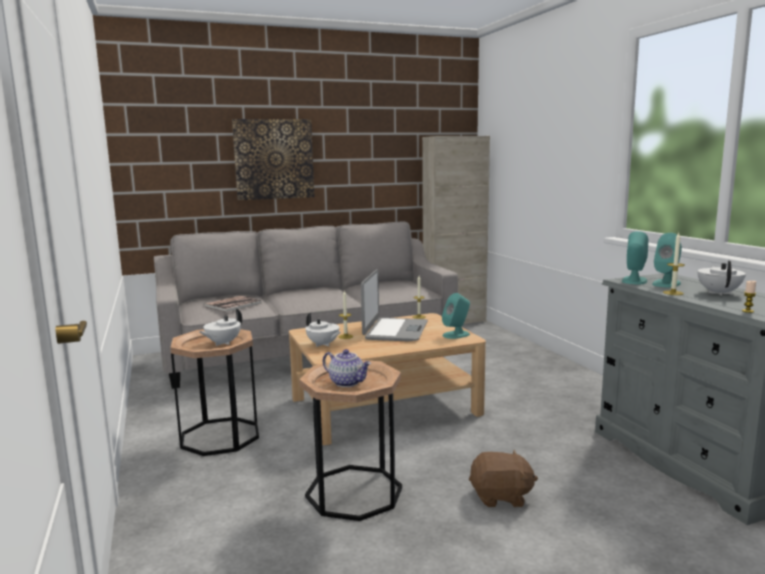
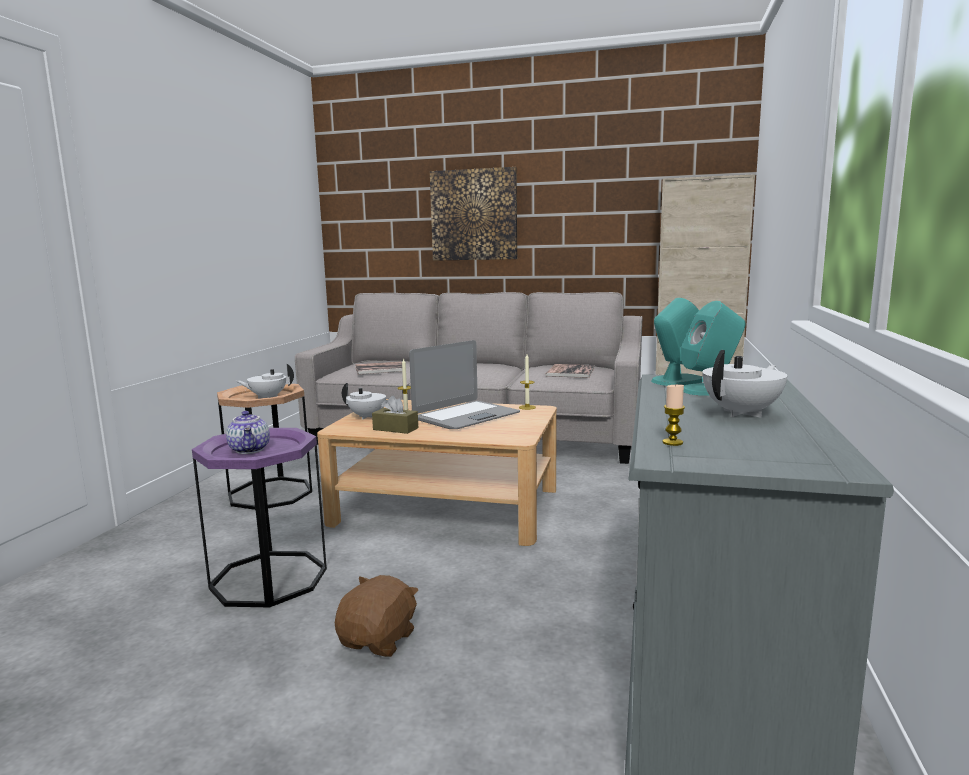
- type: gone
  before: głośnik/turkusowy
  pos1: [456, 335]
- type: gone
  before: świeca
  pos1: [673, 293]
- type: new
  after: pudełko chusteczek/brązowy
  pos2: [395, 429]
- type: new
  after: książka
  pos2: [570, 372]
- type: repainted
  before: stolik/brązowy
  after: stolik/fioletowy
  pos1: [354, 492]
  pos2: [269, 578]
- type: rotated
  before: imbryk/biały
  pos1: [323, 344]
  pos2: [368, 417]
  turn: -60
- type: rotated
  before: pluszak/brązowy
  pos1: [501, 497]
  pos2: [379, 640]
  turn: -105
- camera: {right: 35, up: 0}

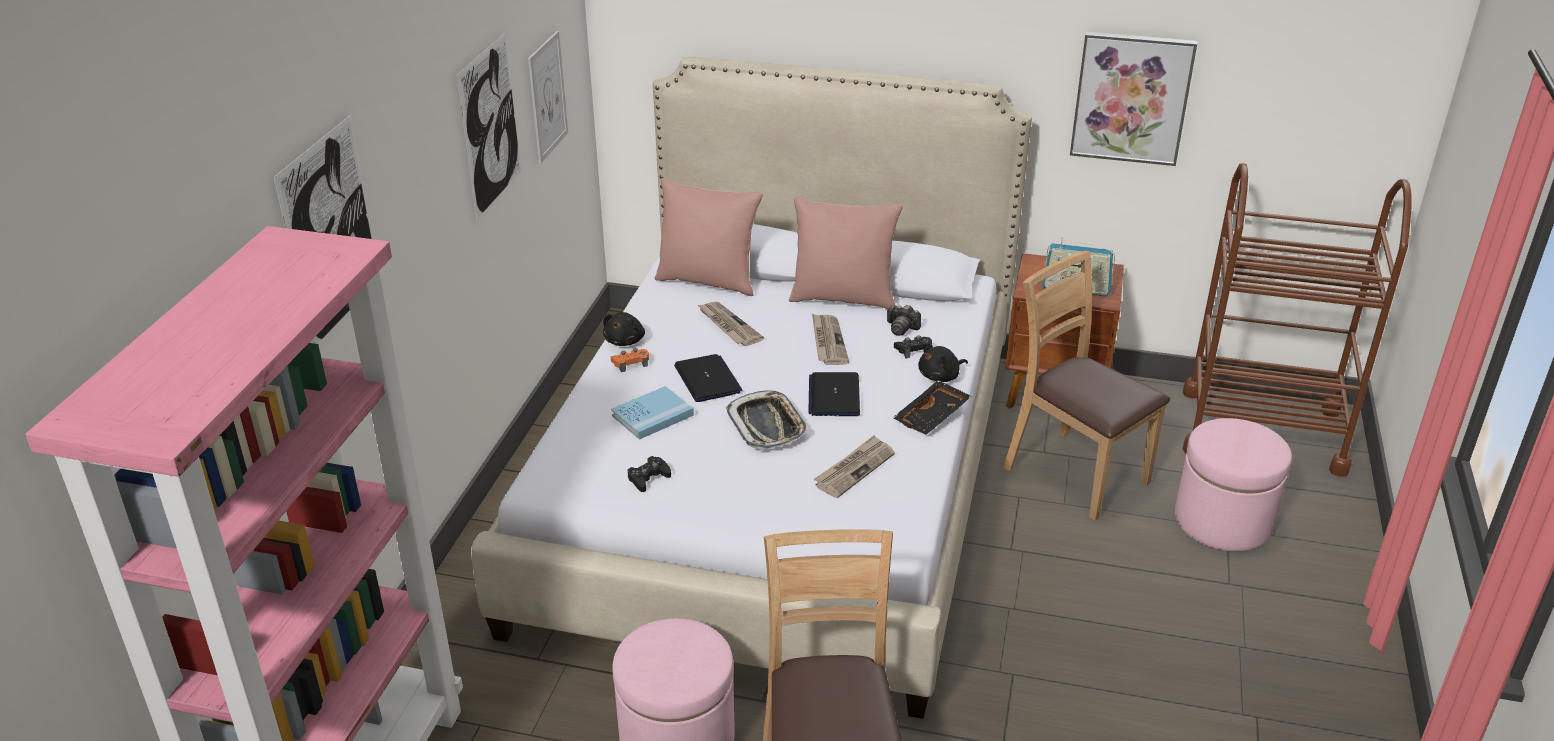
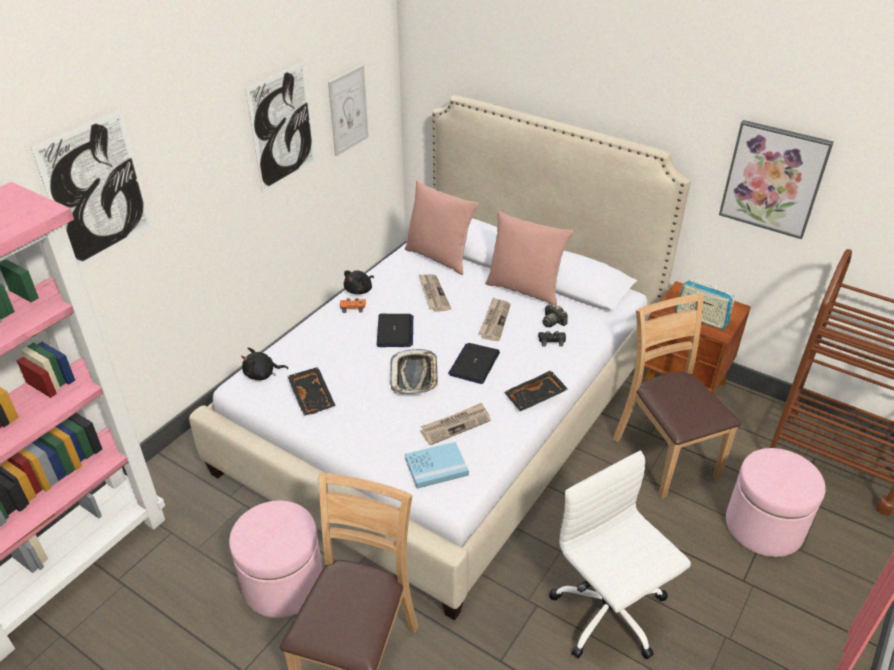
- type: new
  after: krzesło biurowe/biały
  pos2: [610, 615]
- type: shifted
  before: książka/niebieski
  pos1: [652, 415]
  pos2: [436, 467]
- type: shifted
  before: pluszak/czarny
  pos1: [941, 376]
  pos2: [262, 374]
- type: swapped
  before: pad do gier/czarny
  after: taca/czarny
  pos1: [648, 478]
  pos2: [313, 396]
- camera: {right: 20, up: 5}

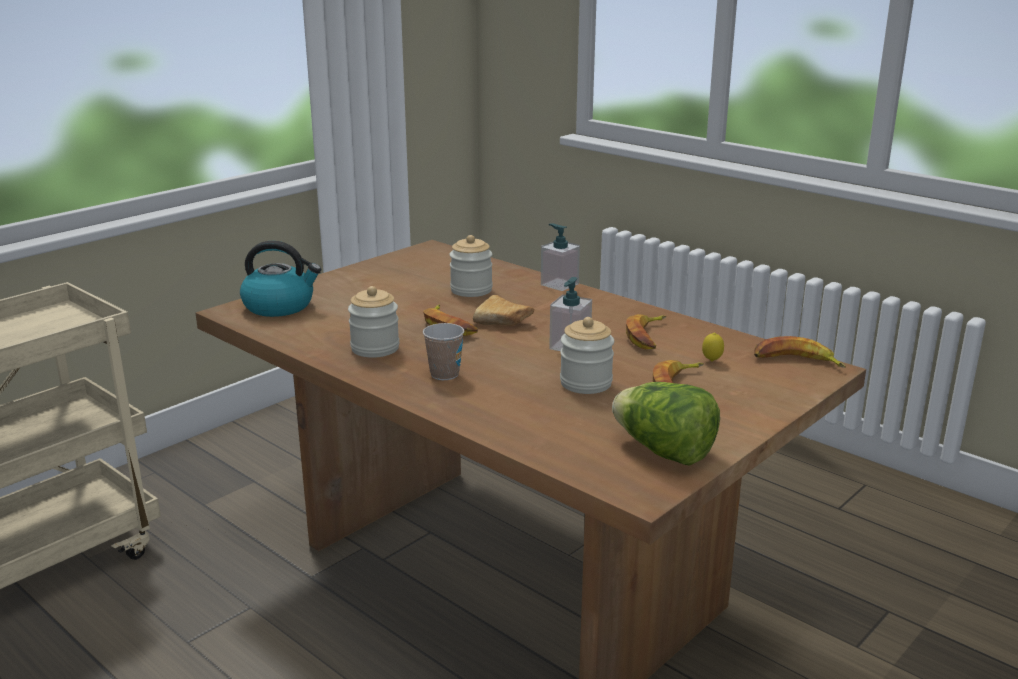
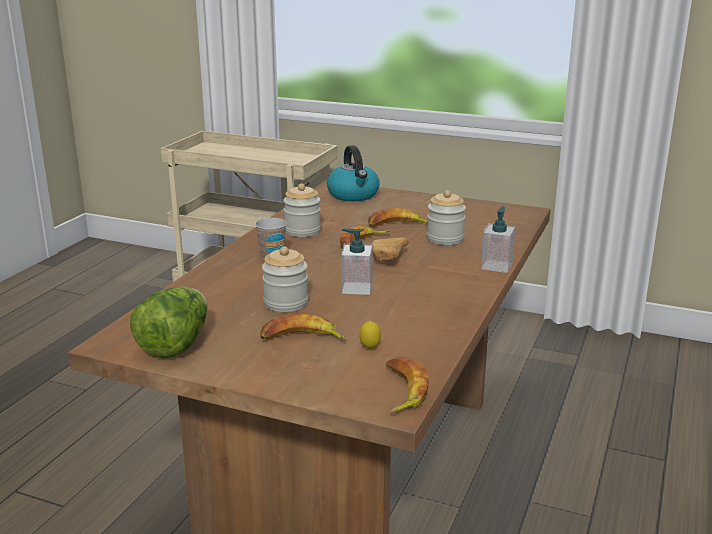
- type: shifted
  before: banan
  pos1: [647, 337]
  pos2: [397, 225]
- camera: {right: 70, up: 0}

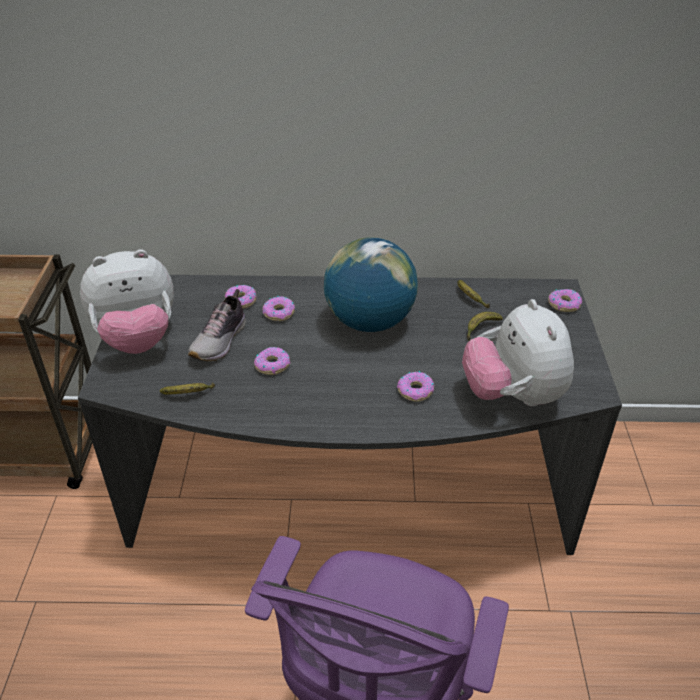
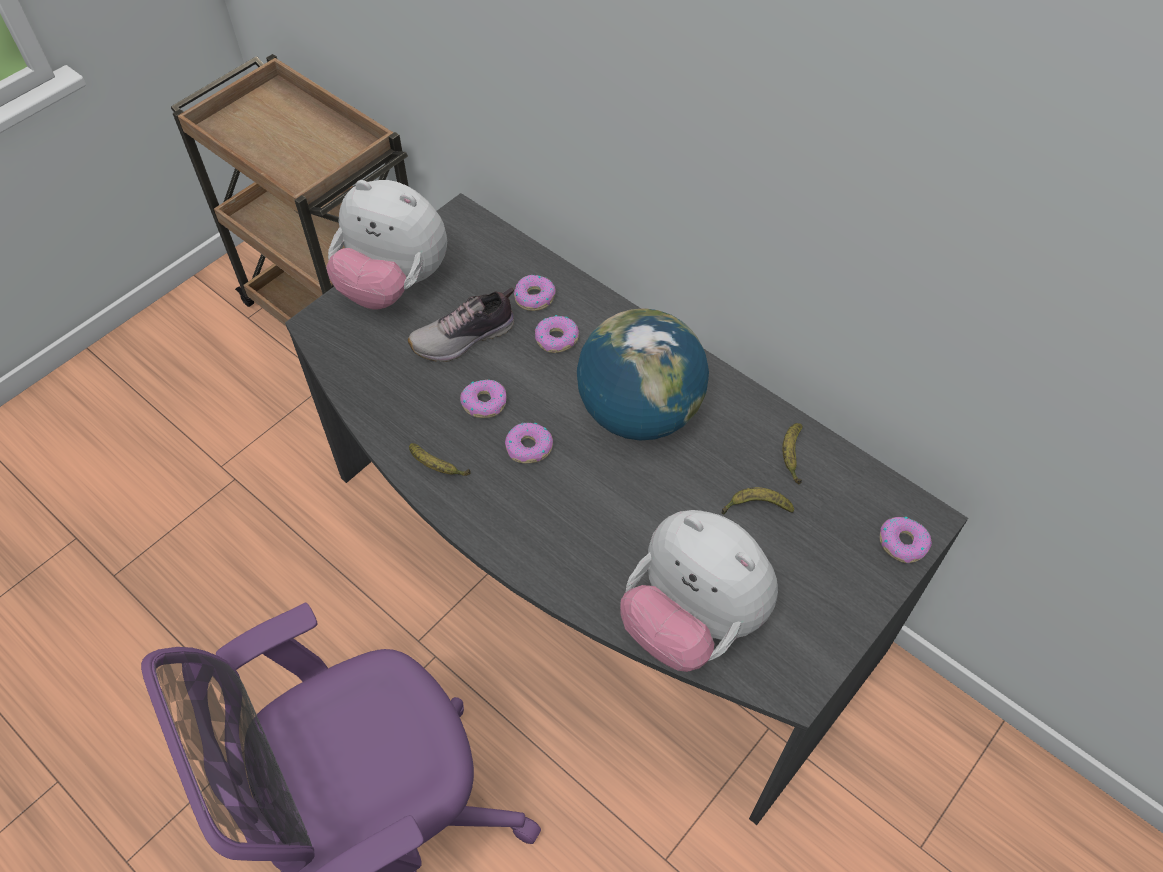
- type: shifted
  before: banan
  pos1: [188, 394]
  pos2: [437, 467]
- type: shifted
  before: donut
  pos1: [416, 391]
  pos2: [529, 447]
- type: rotated
  before: pluszak
  pos1: [512, 395]
  pos2: [691, 620]
  turn: -75
- camera: {right: 40, up: 15}

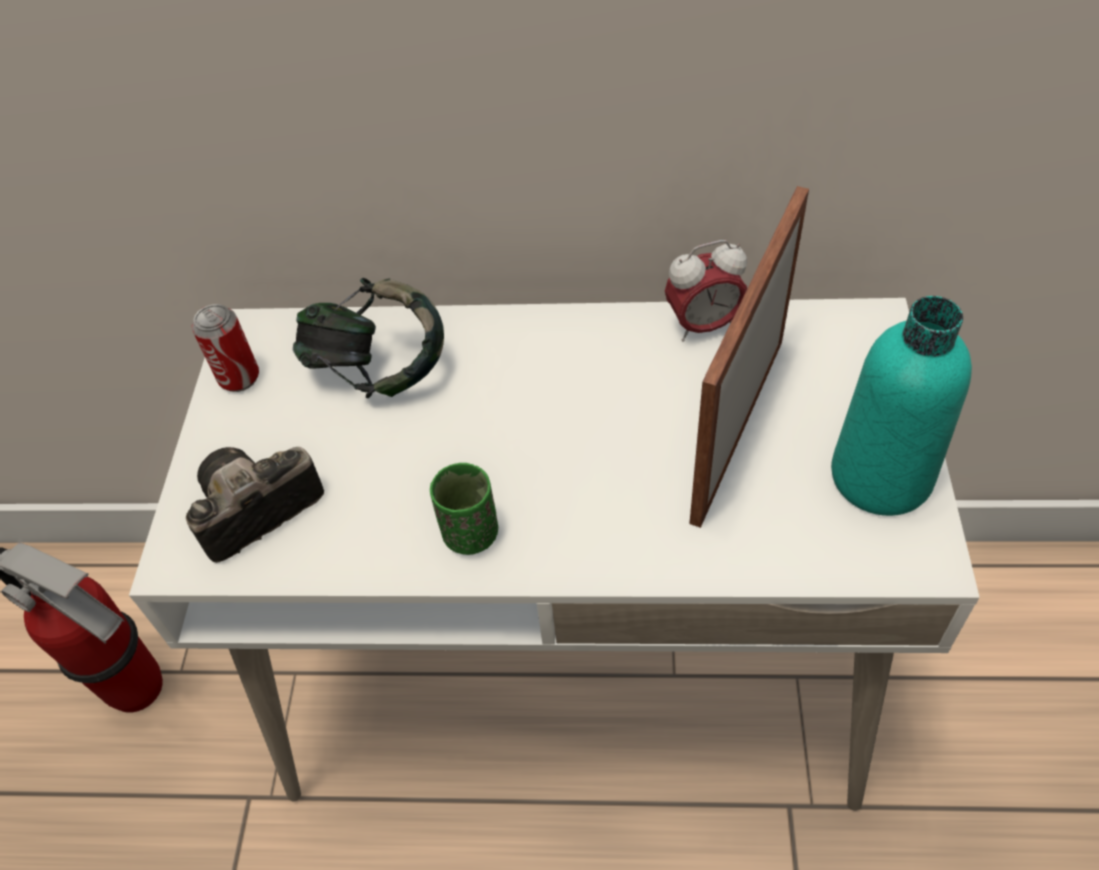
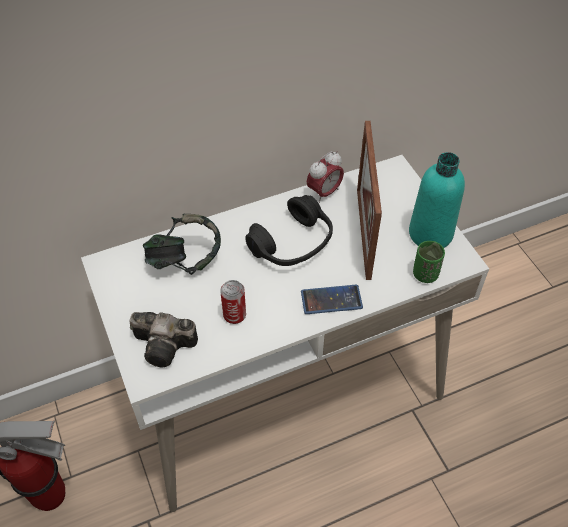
- type: new
  after: słuchawki/czarny
  pos2: [292, 243]
- type: new
  after: telefon
  pos2: [331, 300]
- type: shifted
  before: puszka
  pos1: [239, 378]
  pos2: [234, 315]
- type: shifted
  before: filiżanka/zielony
  pos1: [470, 533]
  pos2: [425, 274]
- type: rotated
  before: aparat fotograficzny
  pos1: [251, 513]
  pos2: [167, 346]
  turn: -105
- camera: {right: -30, up: 0}

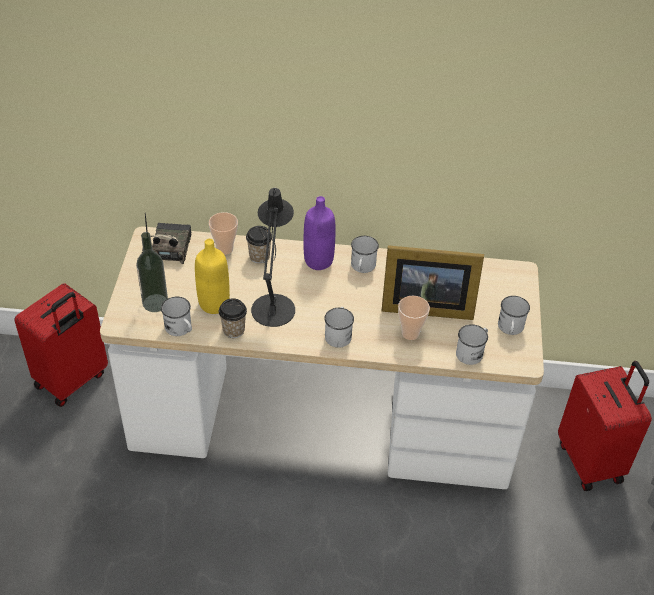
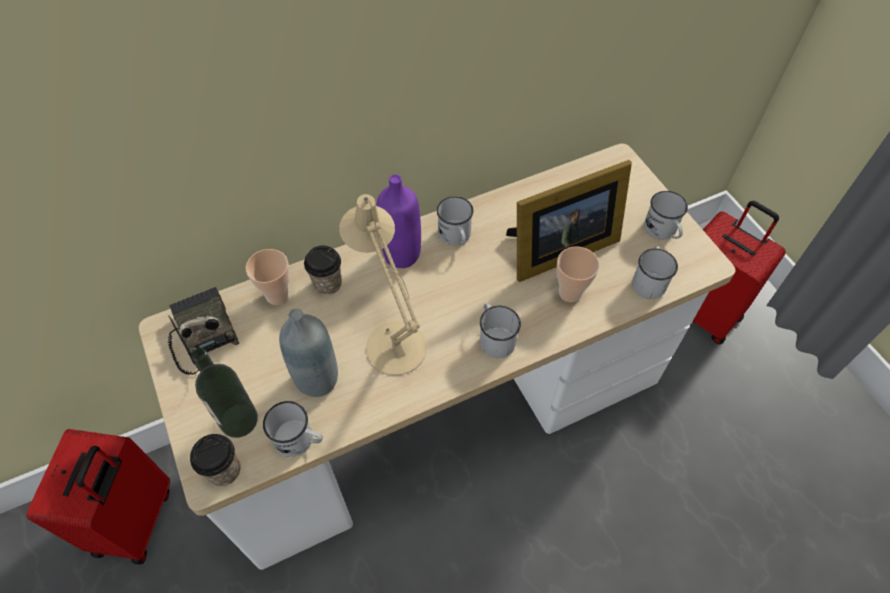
- type: shifted
  before: filiżanka
  pos1: [233, 330]
  pos2: [224, 470]
- type: repainted
  before: butelka/żółty
  after: butelka/szary
  pos1: [214, 304]
  pos2: [317, 379]
- type: repainted
  before: lampa stołowa/czarny
  after: lampa stołowa/beżowy
  pos1: [274, 305]
  pos2: [392, 340]
- camera: {right: -30, up: 10}

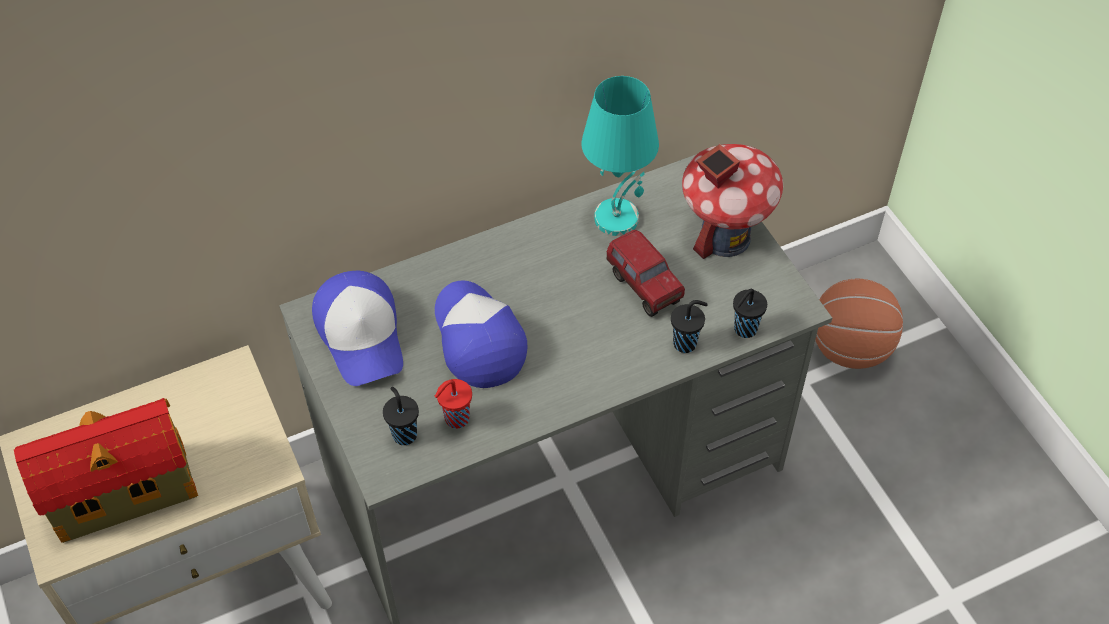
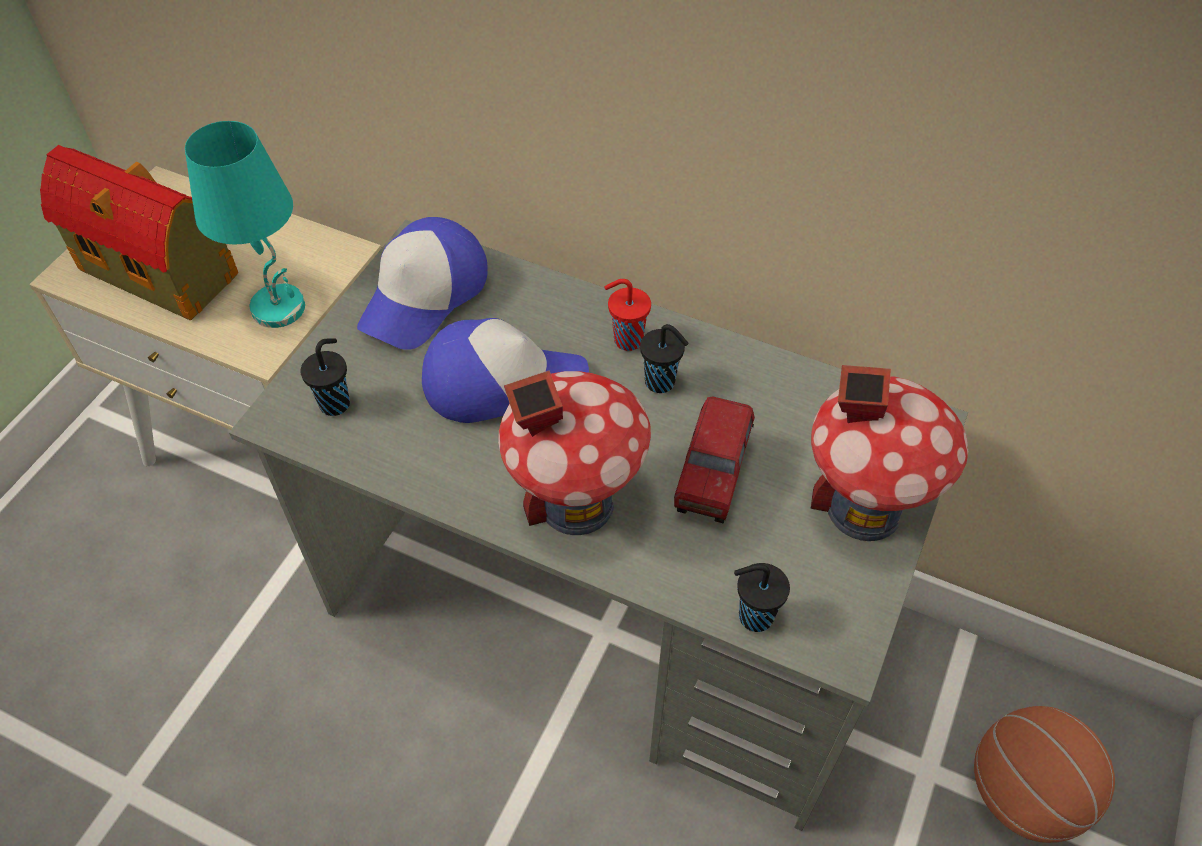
- type: new
  after: domek
  pos2: [576, 502]
- type: shifted
  before: filiżanka/czerwony
  pos1: [455, 419]
  pos2: [626, 340]
- type: shifted
  before: lampa stołowa/turkusowy
  pos1: [617, 218]
  pos2: [280, 308]
- type: shifted
  before: filiżanka/czarny
  pos1: [686, 343]
  pos2: [661, 383]
- type: rotated
  before: czapka z daszkiem
  pos1: [477, 339]
  pos2: [503, 383]
  turn: 60
- camera: {right: 50, up: 0}

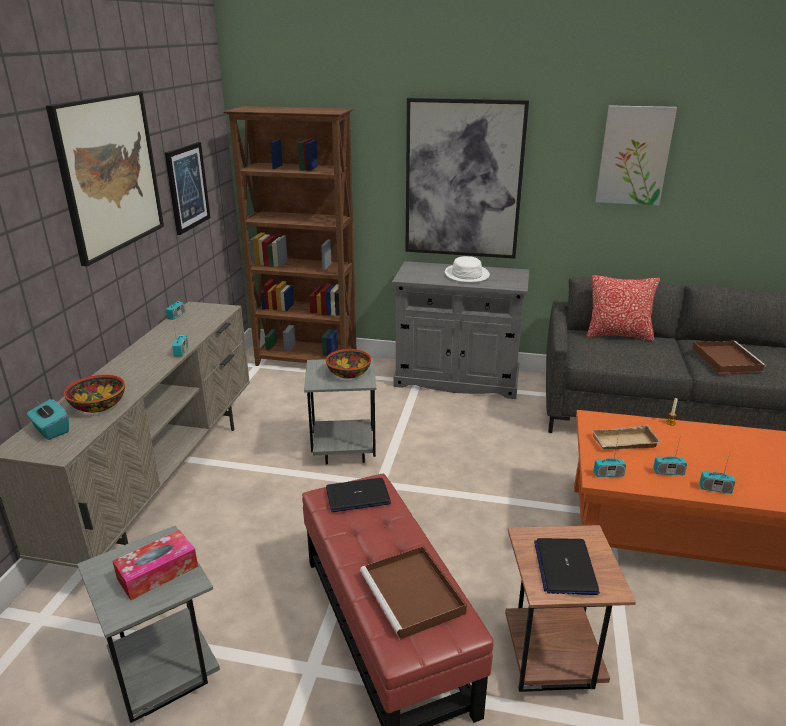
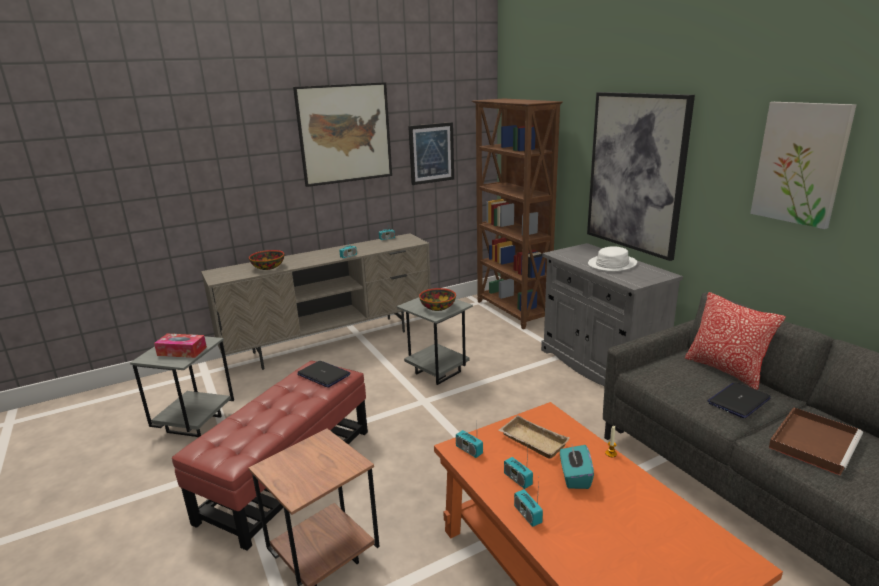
- type: gone
  before: taca/brązowy
  pos1: [414, 595]
- type: shifted
  before: pudełko chusteczek/turkusowy
  pos1: [51, 430]
  pos2: [574, 477]
- type: shifted
  before: laptop
  pos1: [565, 567]
  pos2: [738, 401]
- camera: {right: 50, up: -5}

